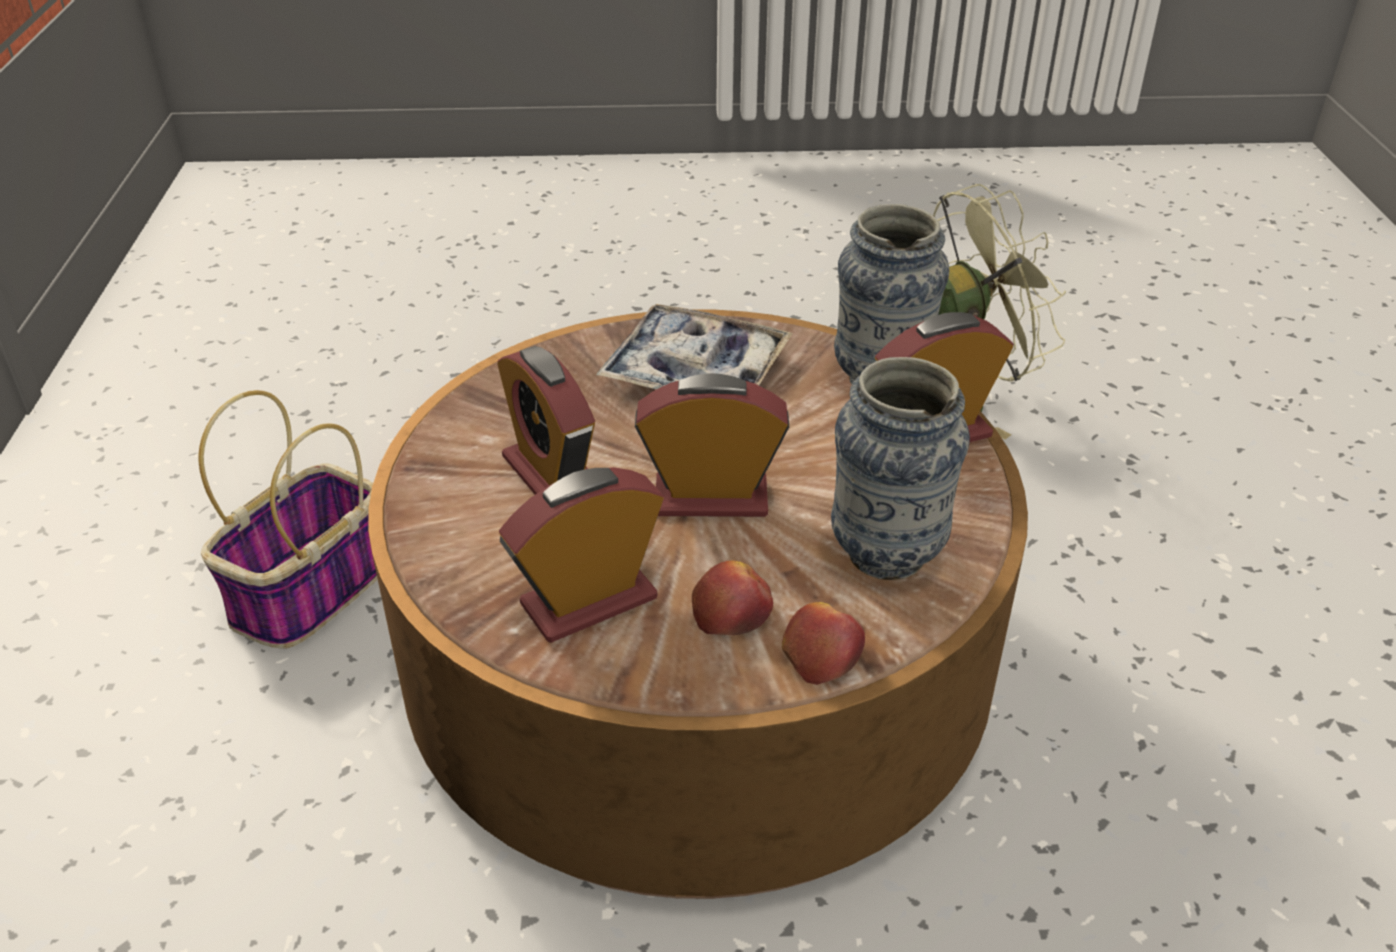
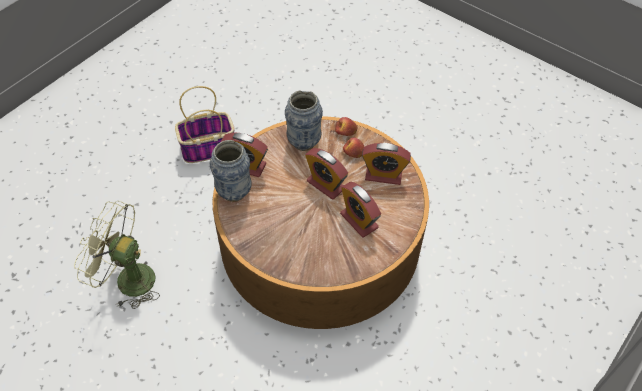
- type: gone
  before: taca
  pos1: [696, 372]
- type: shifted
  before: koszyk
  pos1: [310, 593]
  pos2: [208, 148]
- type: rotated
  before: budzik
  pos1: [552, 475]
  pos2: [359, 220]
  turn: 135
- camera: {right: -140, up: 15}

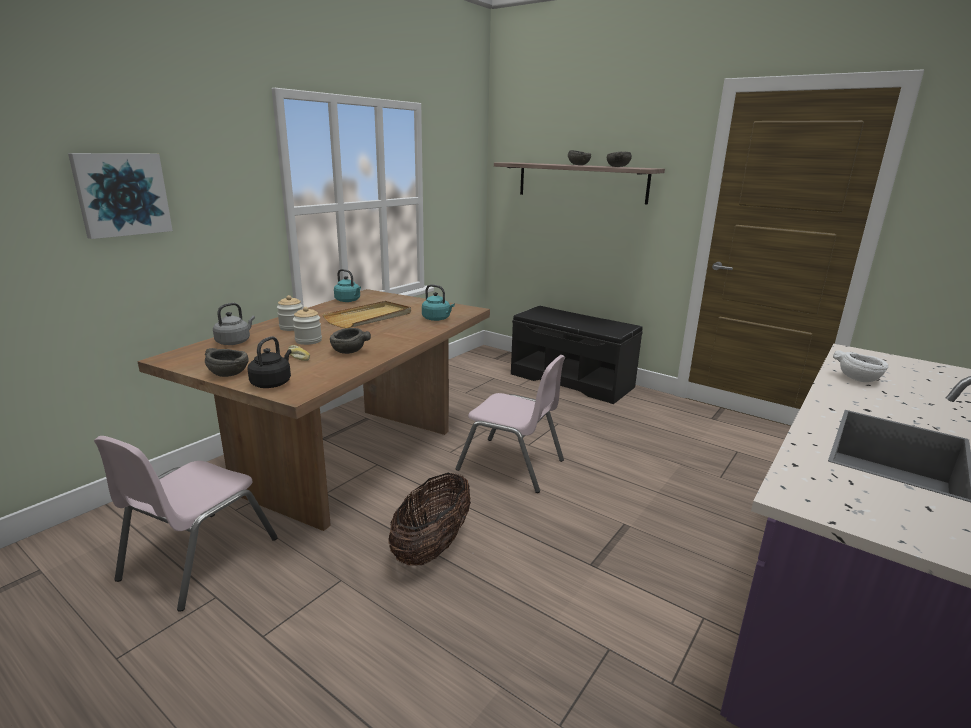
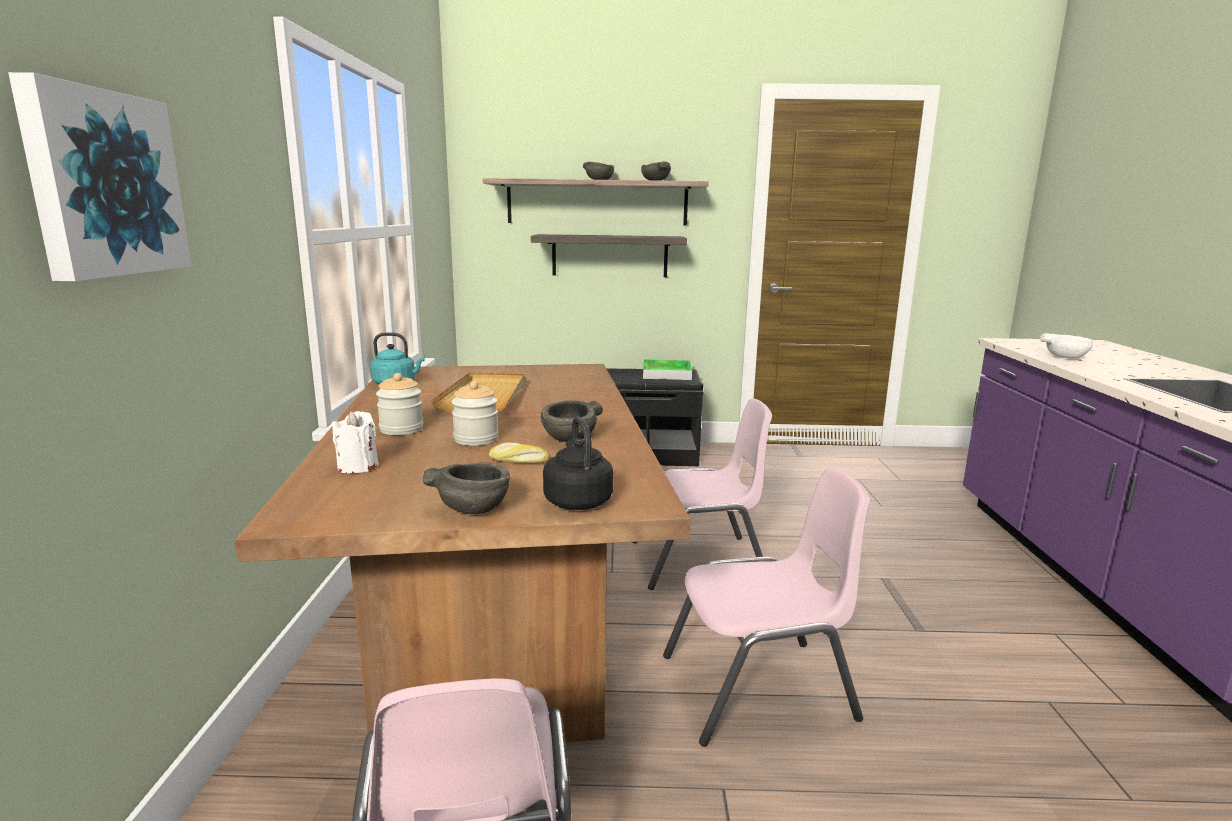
- type: gone
  before: czajnik/turkusowy
  pos1: [437, 319]
- type: new
  after: półka
  pos2: [609, 255]
- type: new
  after: taca
  pos2: [666, 373]
- type: swapped
  before: czajnik/szary
  after: świeca/biały
  pos1: [235, 342]
  pos2: [358, 467]
- type: swapped
  before: koszyk
  after: krzesło/różowy
  pos1: [432, 546]
  pos2: [759, 689]
- camera: {right: -35, up: -5}

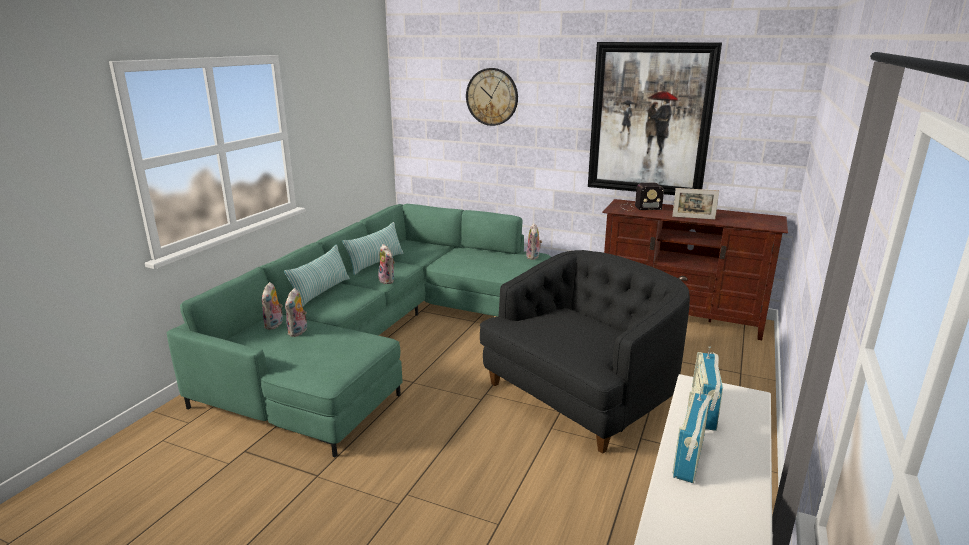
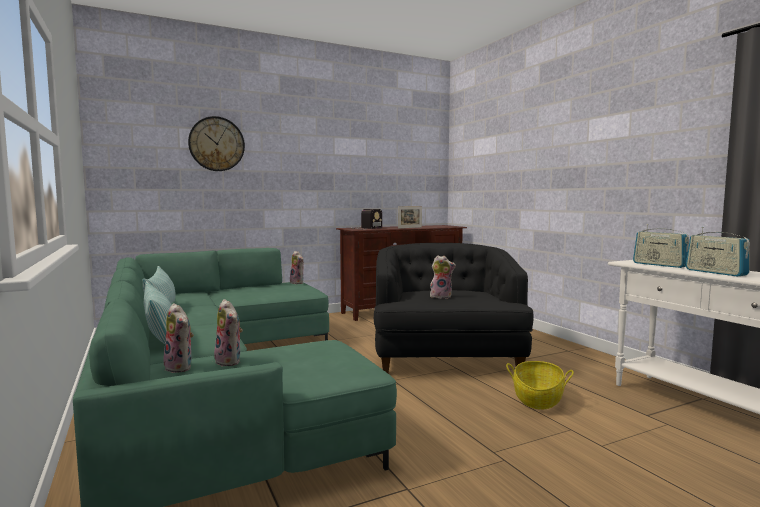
- type: gone
  before: obraz
  pos1: [650, 119]
- type: new
  after: koszyk
  pos2: [538, 398]
- type: shifted
  before: pluszak
  pos1: [388, 280]
  pos2: [441, 296]
- camera: {right: -50, up: -15}

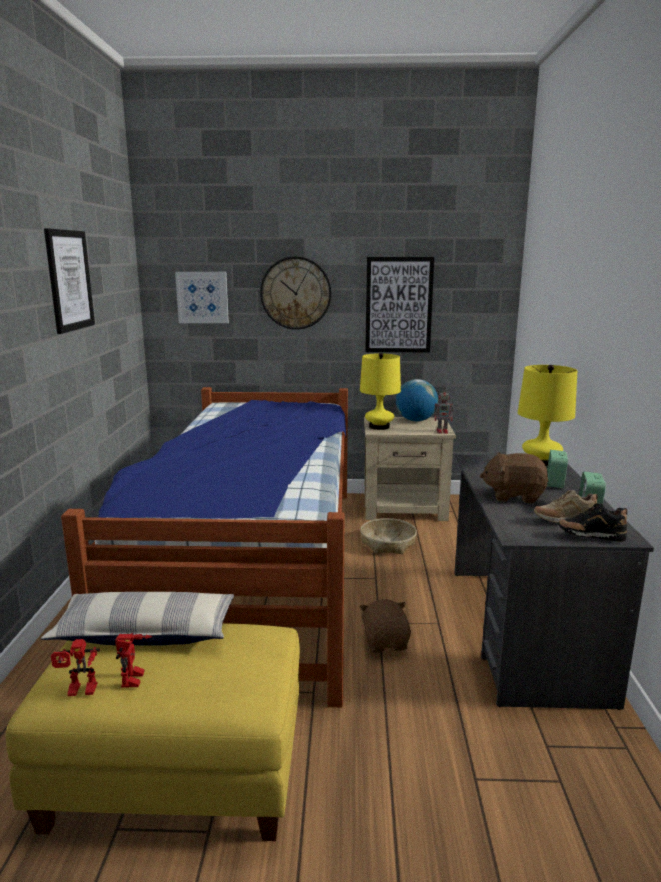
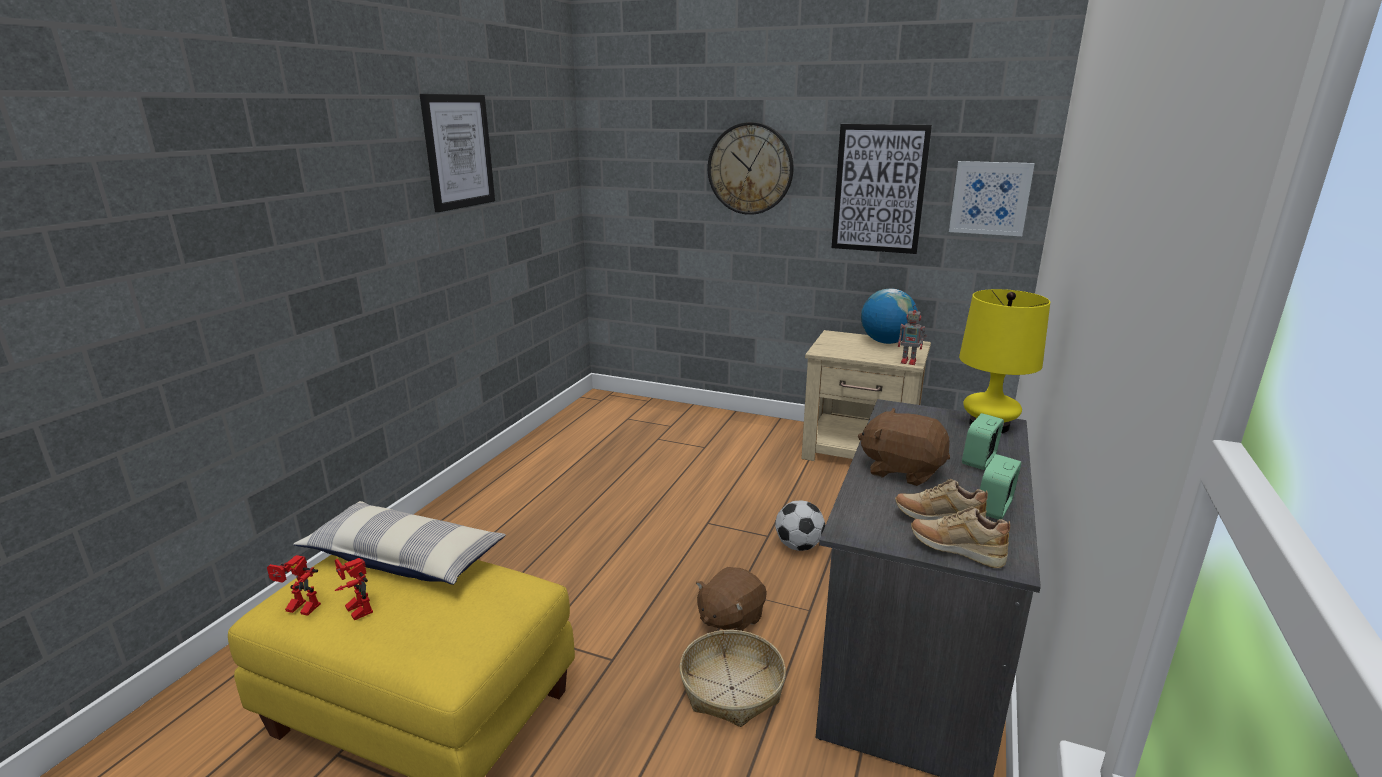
- type: gone
  before: łóżko
  pos1: [253, 568]
- type: gone
  before: lampa stołowa/żółty
  pos1: [379, 427]
- type: new
  after: piłka futbolowa
  pos2: [798, 546]
- type: shifted
  before: obraz
  pos1: [202, 297]
  pos2: [990, 198]
- type: shifted
  before: koszyk
  pos1: [388, 543]
  pos2: [732, 688]
- type: repainted
  before: but/czarny
  after: but/beżowy
  pos1: [590, 537]
  pos2: [956, 551]
- type: rotated
  before: robot zabawkowy
  pos1: [136, 680]
  pos2: [354, 610]
  turn: 120
- type: rotated
  before: pluszak/brązowy
  pos1: [385, 642]
  pos2: [730, 620]
  turn: -150
- camera: {right: 20, up: 5}

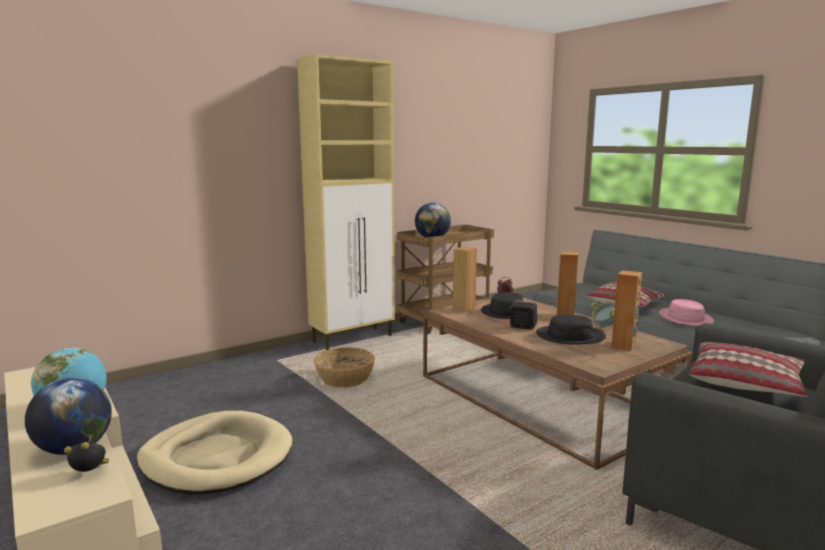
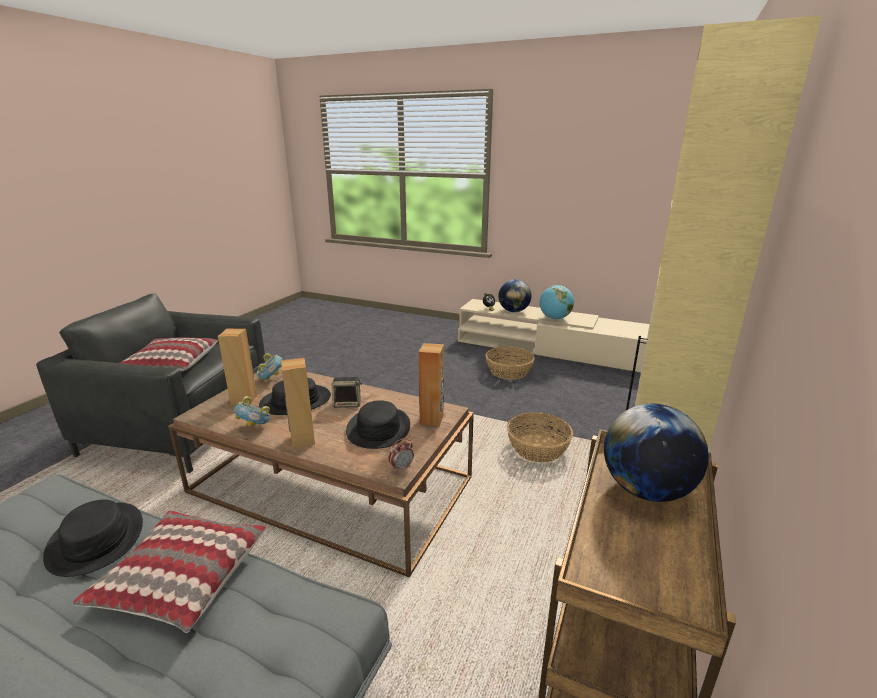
- type: new
  after: miska
  pos2: [271, 379]
- type: swapped
  before: legowisko/beżowy
  after: koszyk
  pos1: [217, 457]
  pos2: [509, 371]
- type: repainted
  before: kapelusz/różowy
  after: kapelusz/czarny
  pos1: [685, 318]
  pos2: [96, 539]
- camera: {right: 150, up: 10}

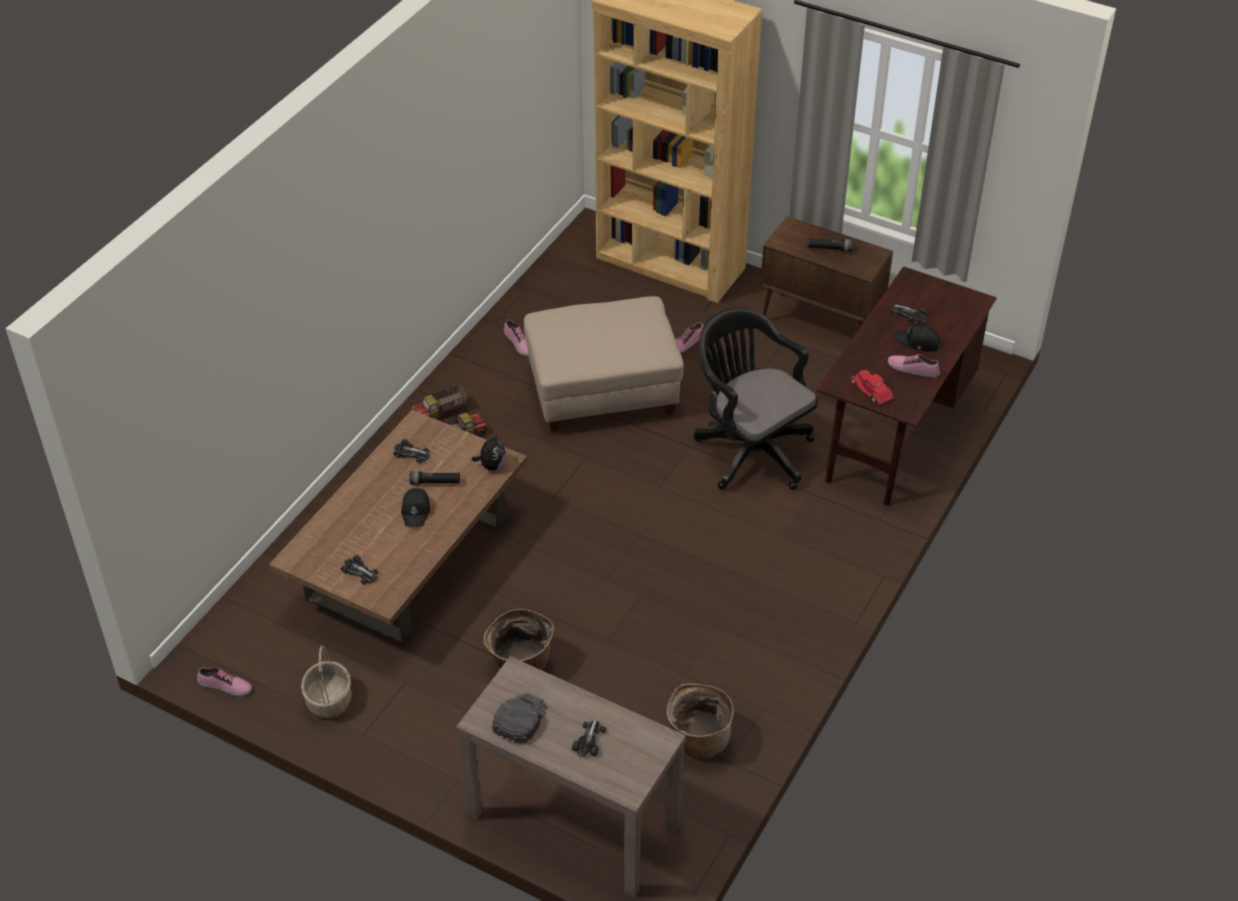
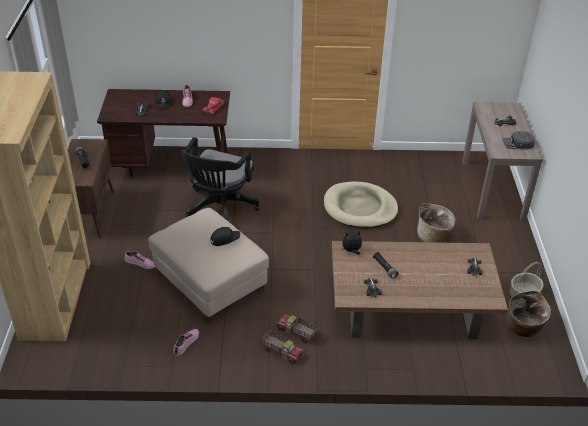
- type: gone
  before: but
  pos1: [225, 686]
- type: new
  after: legowisko/beżowy
  pos2: [360, 208]
- type: shifted
  before: czapka z daszkiem/czarny
  pos1: [416, 511]
  pos2: [224, 238]
- type: shifted
  before: koszyk
  pos1: [698, 739]
  pos2: [523, 328]
- camera: {right: -120, up: -5}

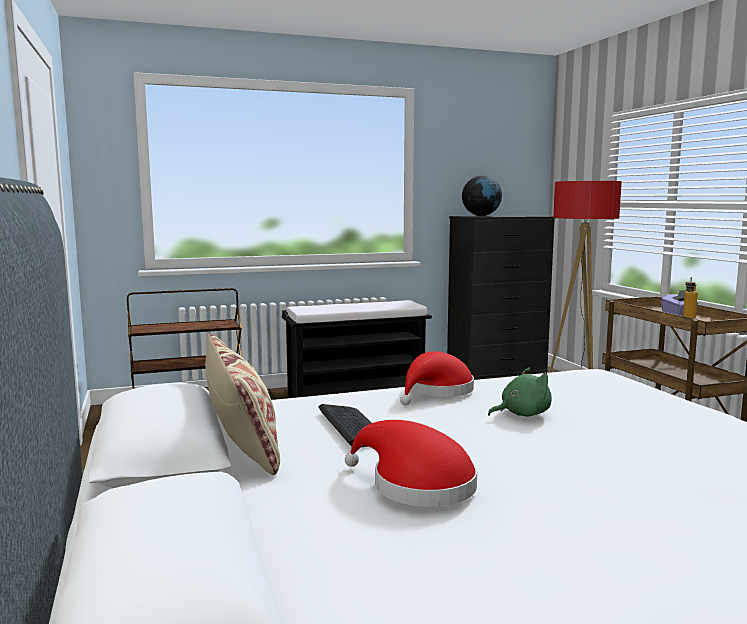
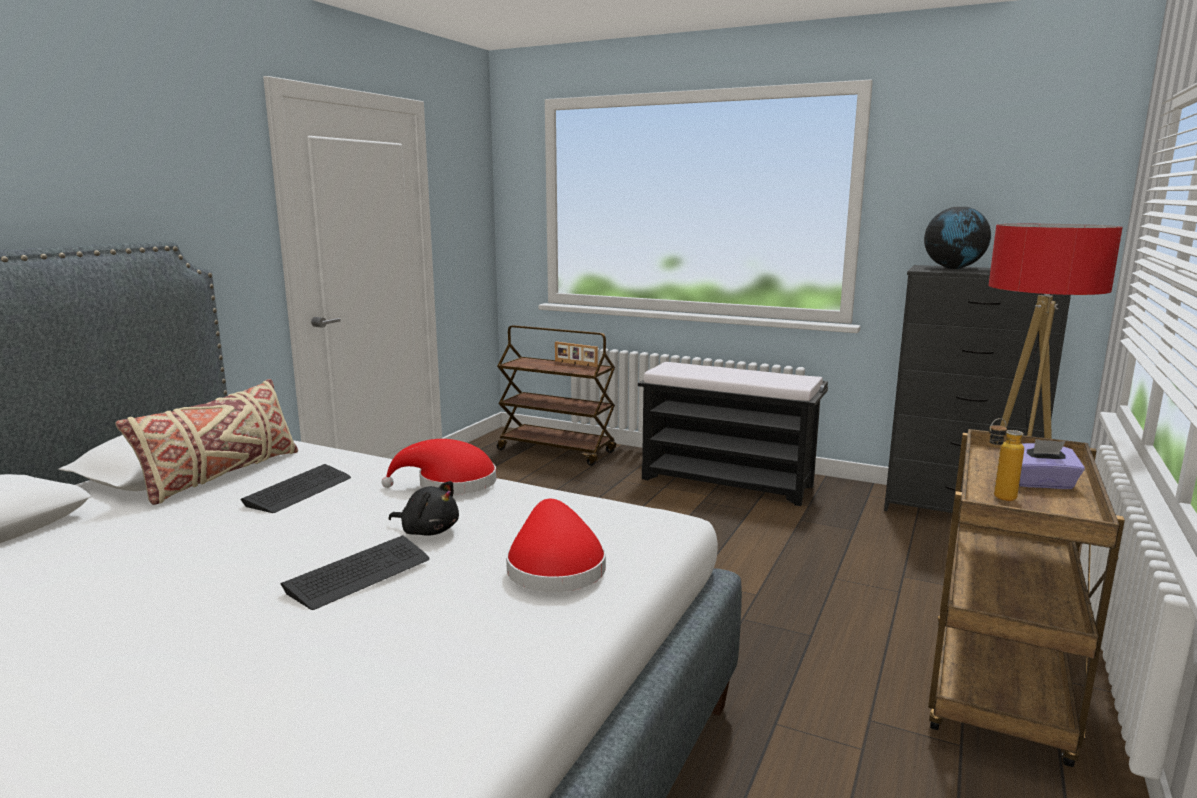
- type: new
  after: klawiatura
  pos2: [359, 574]
- type: new
  after: ramka na zdjęcie
  pos2: [575, 364]
- type: shifted
  before: kapelusz/czerwony
  pos1: [416, 485]
  pos2: [554, 567]
- type: repainted
  before: pluszak/zielony
  after: pluszak/czarny
  pos1: [522, 414]
  pos2: [428, 531]
- camera: {right: 45, up: 5}

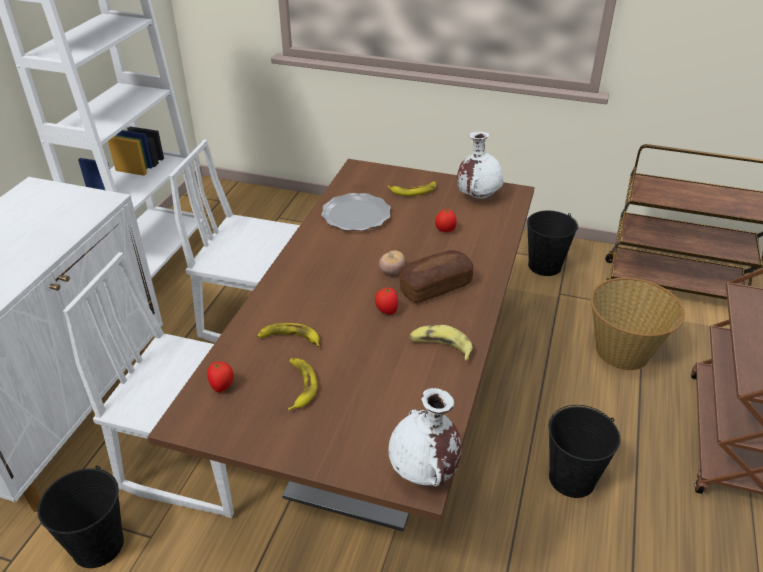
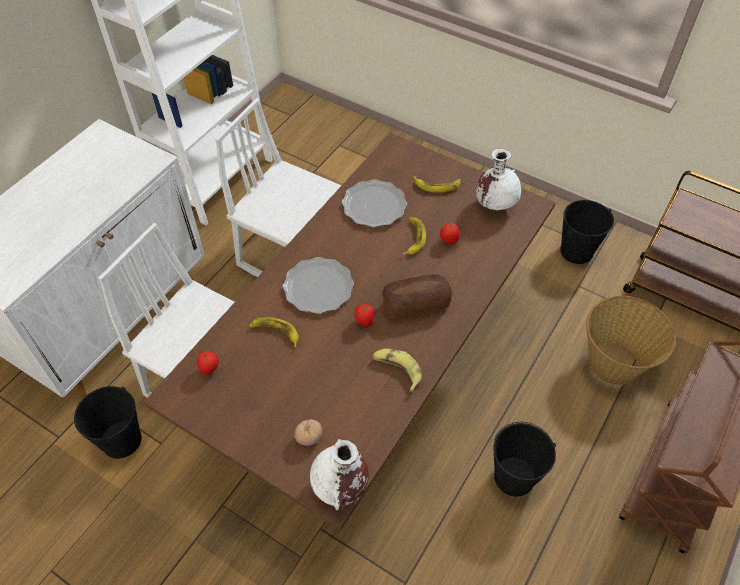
- type: new
  after: talerz
  pos2: [319, 287]
- type: shifted
  before: banan
  pos1: [300, 385]
  pos2: [413, 238]
- type: shifted
  before: pomidor
  pos1: [392, 271]
  pos2: [309, 437]
- camera: {right: 15, up: 15}

